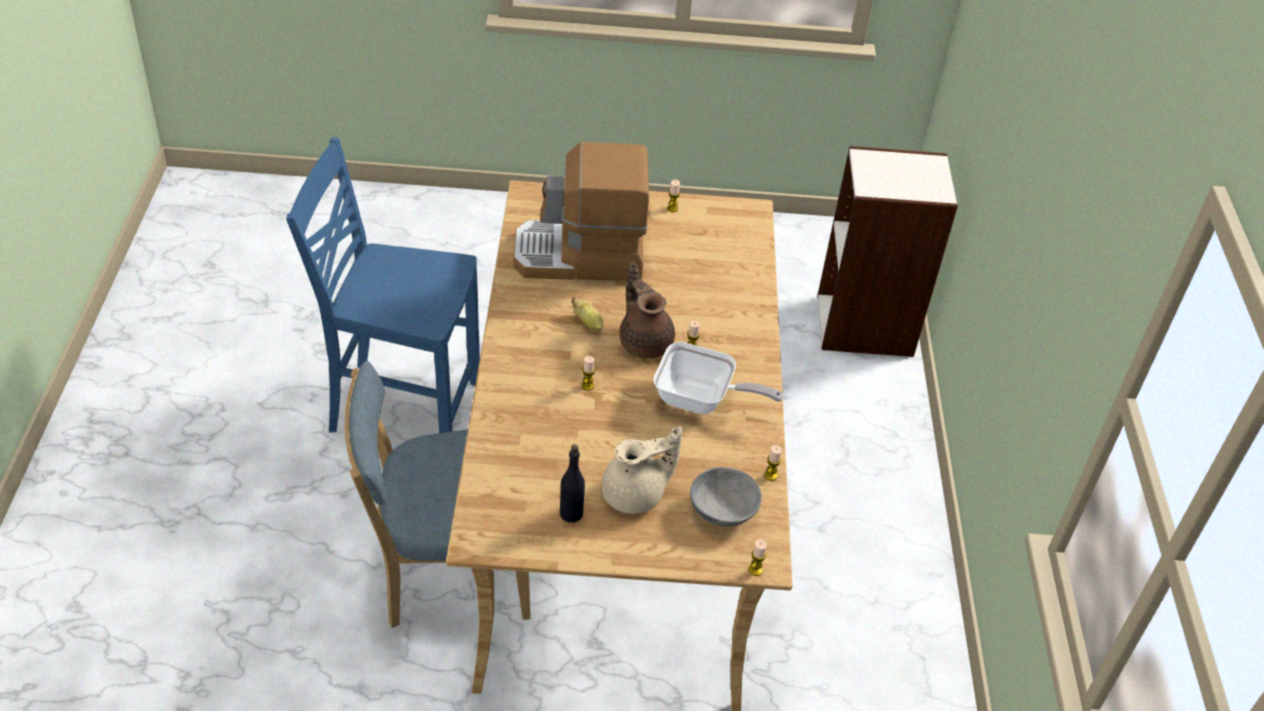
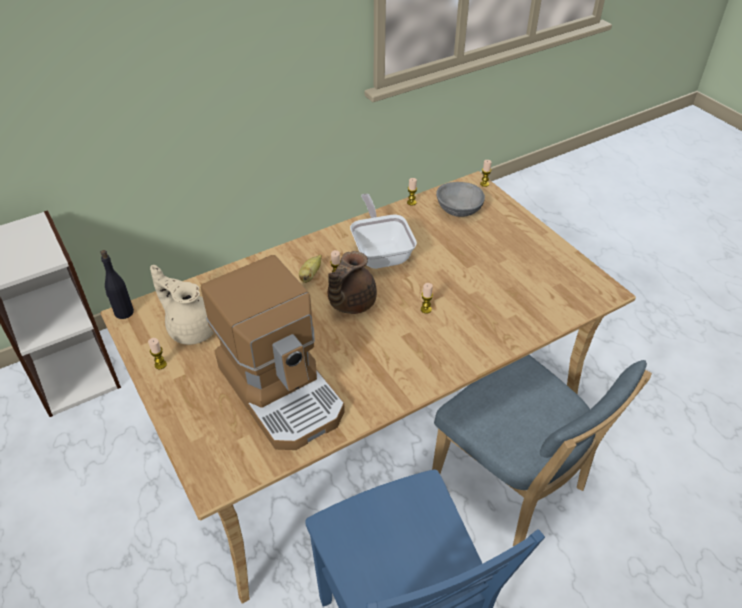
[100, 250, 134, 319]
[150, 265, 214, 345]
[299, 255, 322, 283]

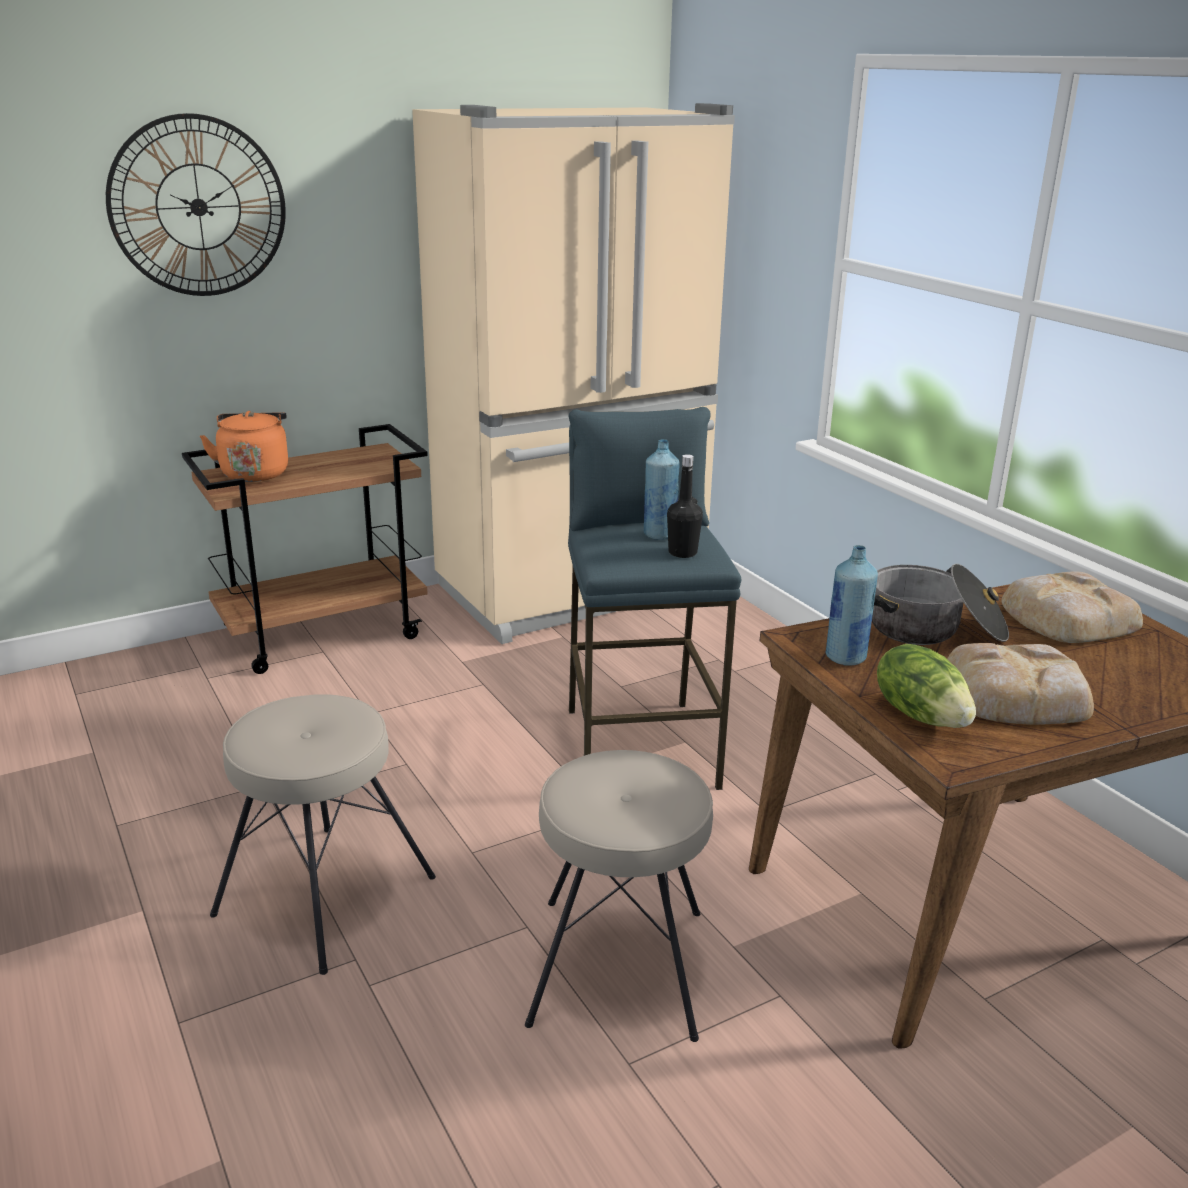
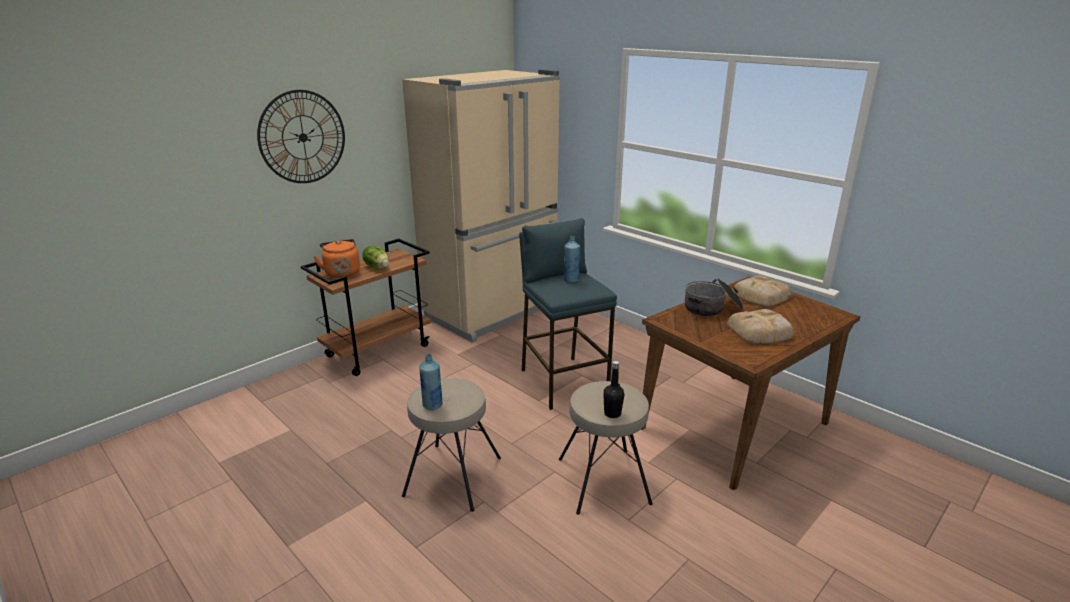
[362, 246, 389, 269]
[419, 354, 442, 410]
[603, 361, 625, 418]

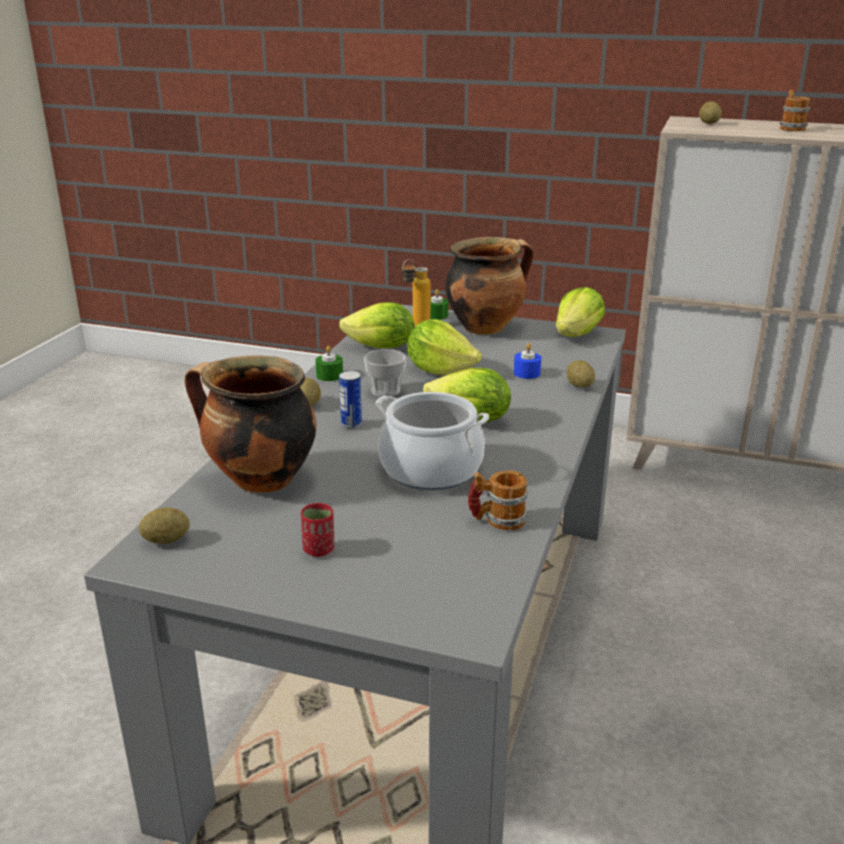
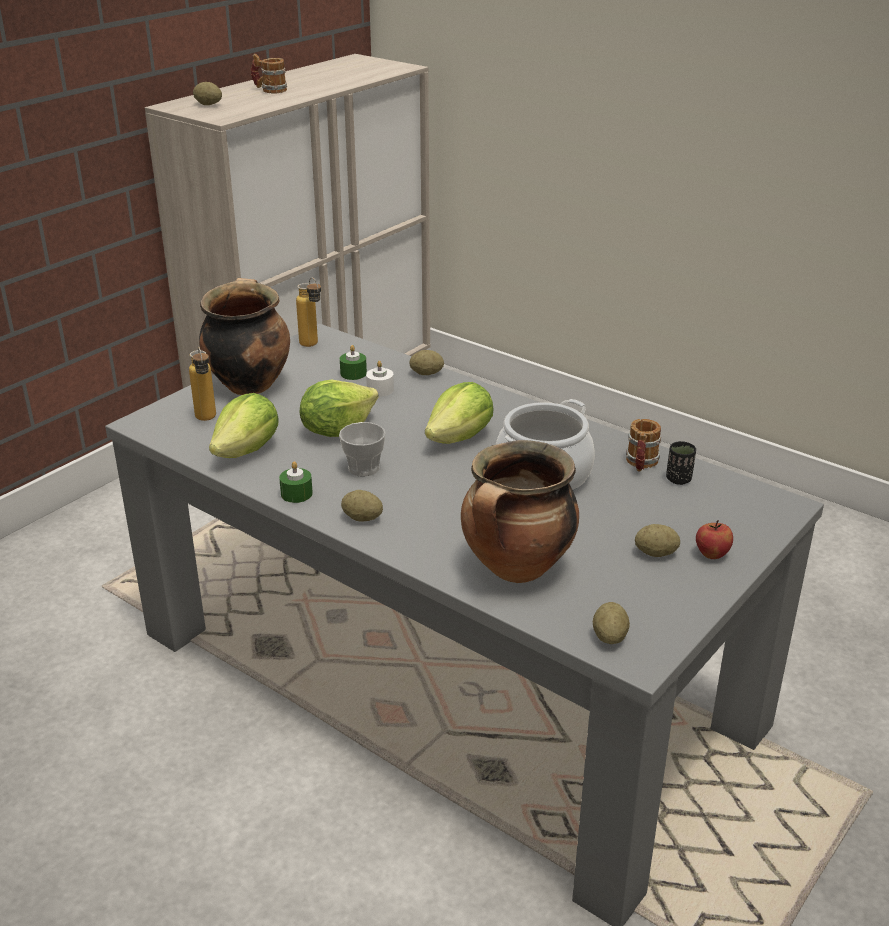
[296, 278, 321, 347]
[340, 345, 367, 380]
[366, 361, 394, 396]
[635, 524, 680, 557]
[666, 441, 696, 485]
[696, 520, 733, 559]
[339, 371, 362, 429] (first image)

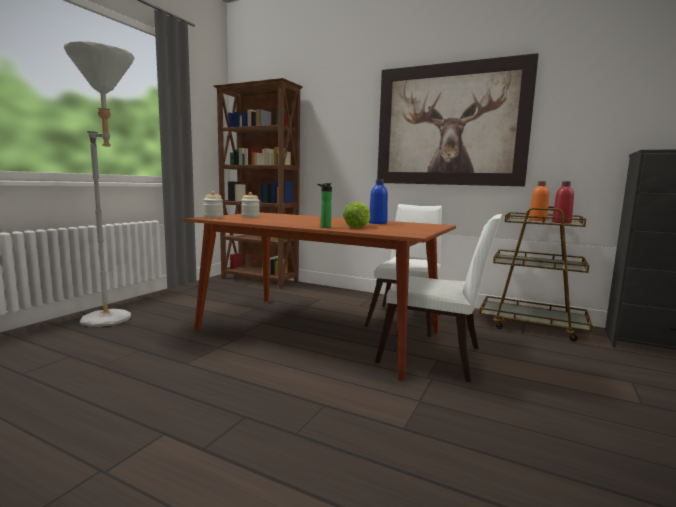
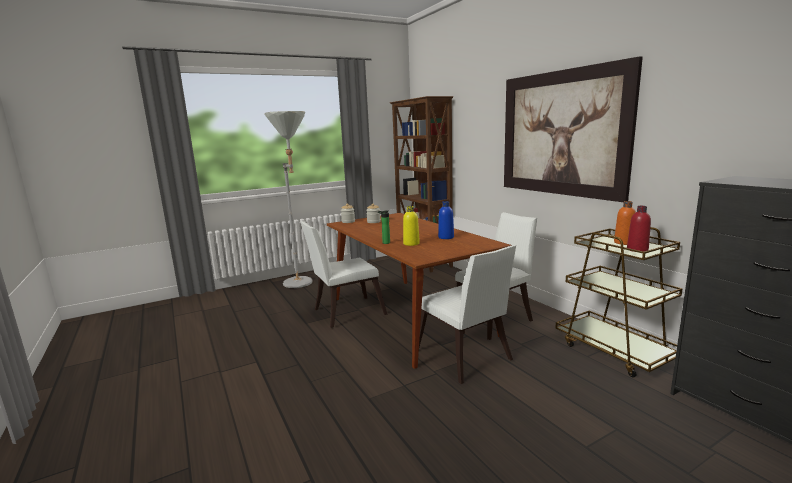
[300, 221, 388, 328]
[403, 206, 420, 246]

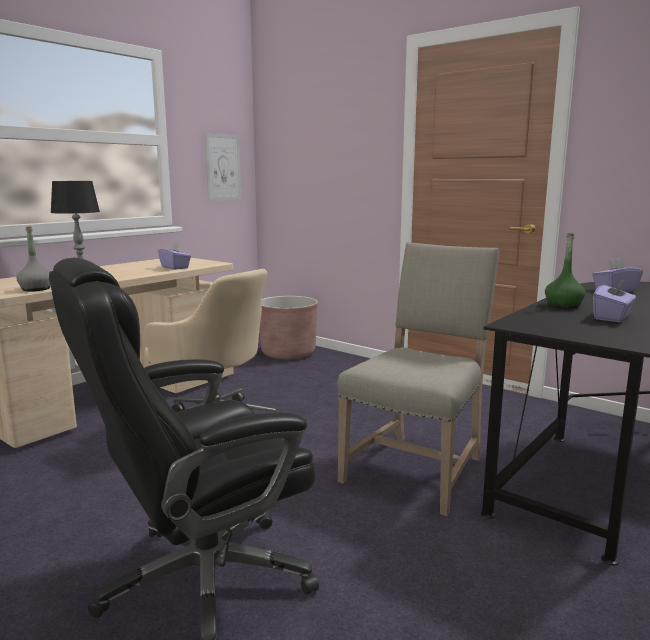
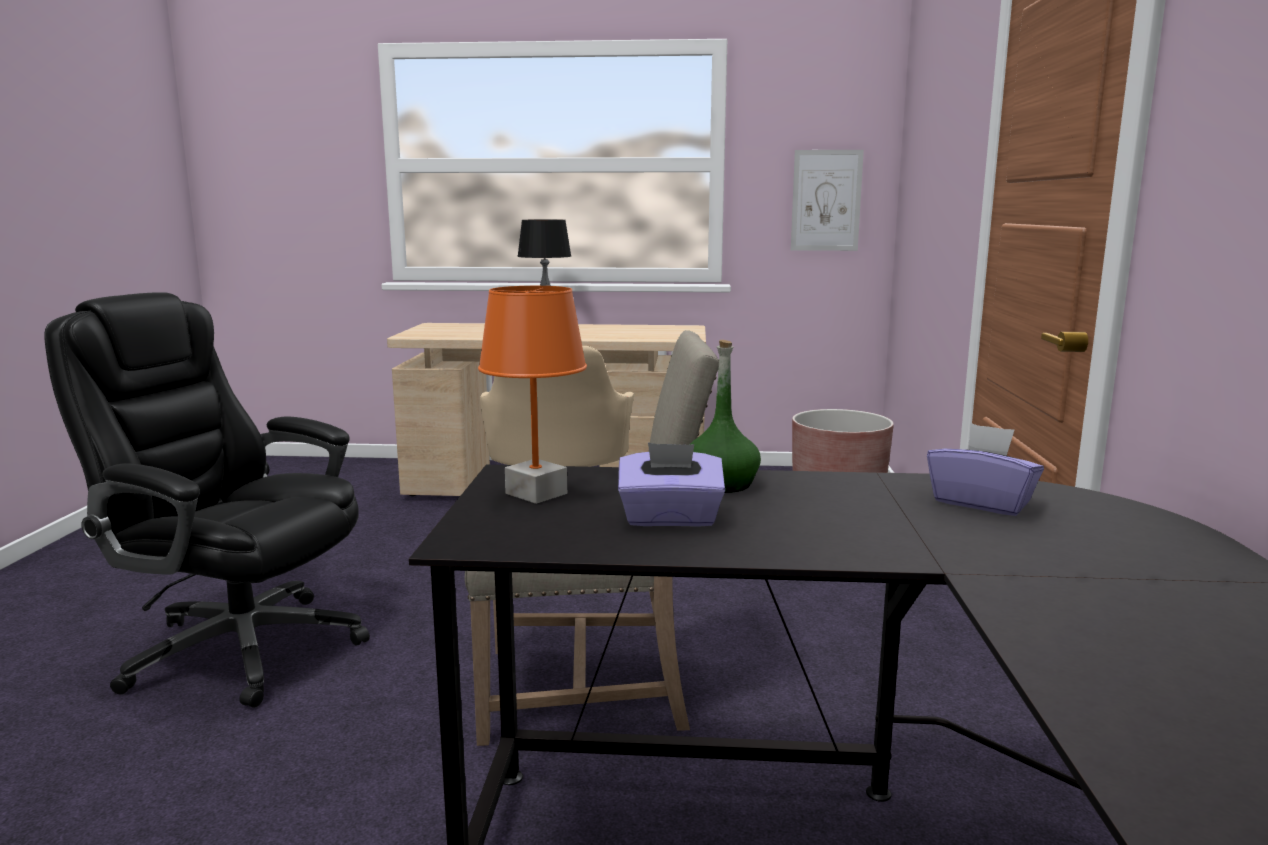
[478, 286, 587, 504]
[16, 226, 51, 292] (first image)
[158, 242, 191, 270] (first image)

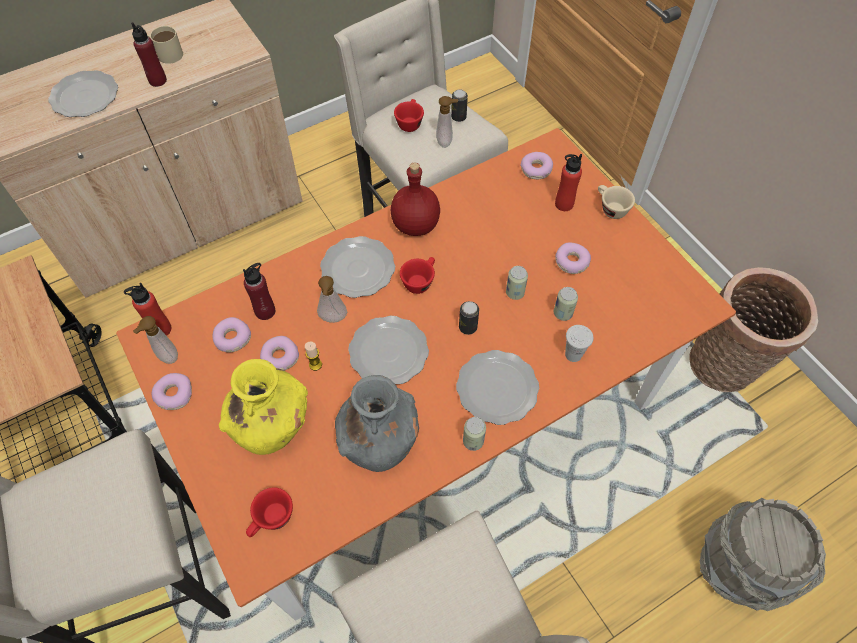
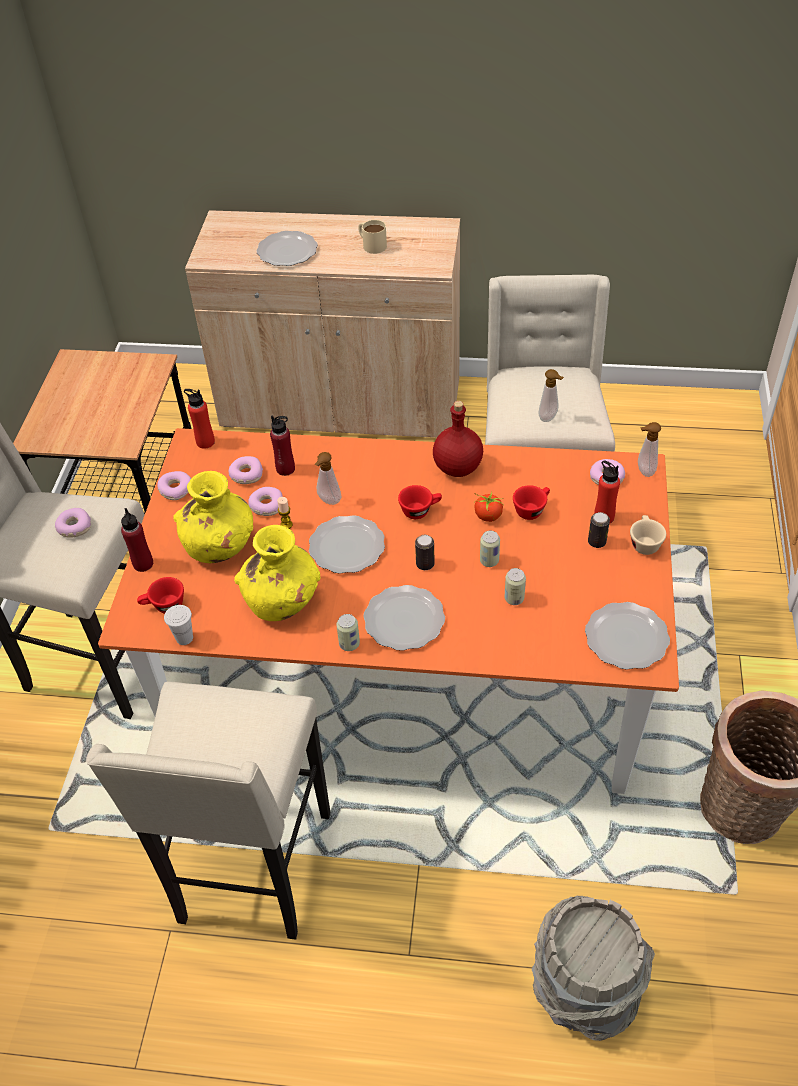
[55, 508, 91, 538]
[121, 508, 153, 572]
[164, 605, 193, 645]
[234, 525, 320, 621]
[474, 492, 503, 522]
[513, 485, 550, 520]
[585, 602, 670, 670]
[588, 512, 610, 548]
[638, 422, 661, 477]

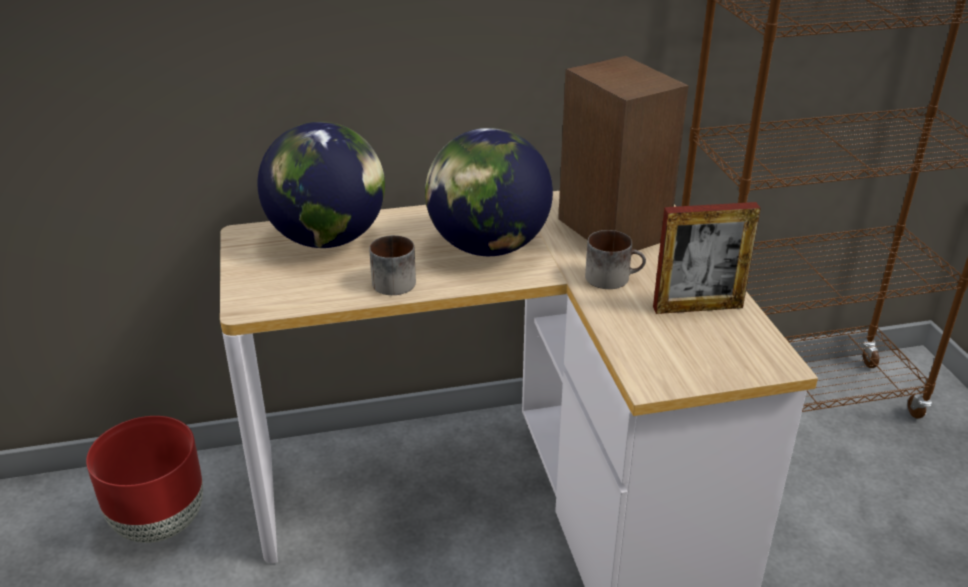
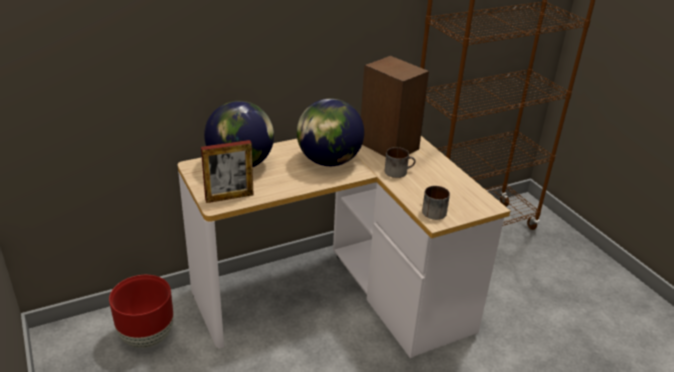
[201, 140, 254, 203]
[422, 186, 450, 220]

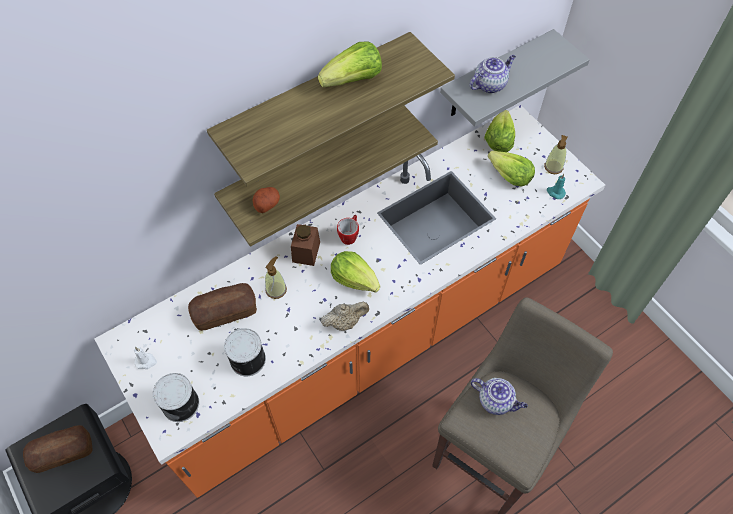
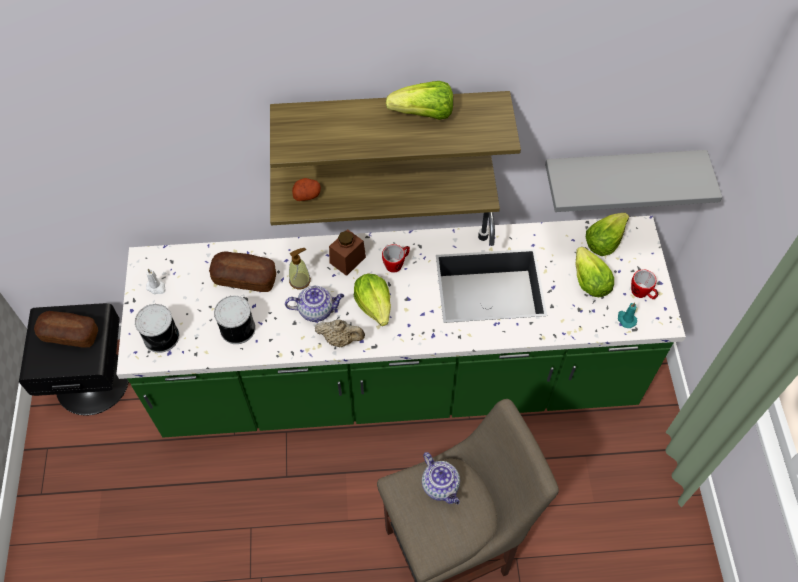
[116, 212, 686, 437]
[285, 286, 344, 322]
[631, 269, 658, 299]

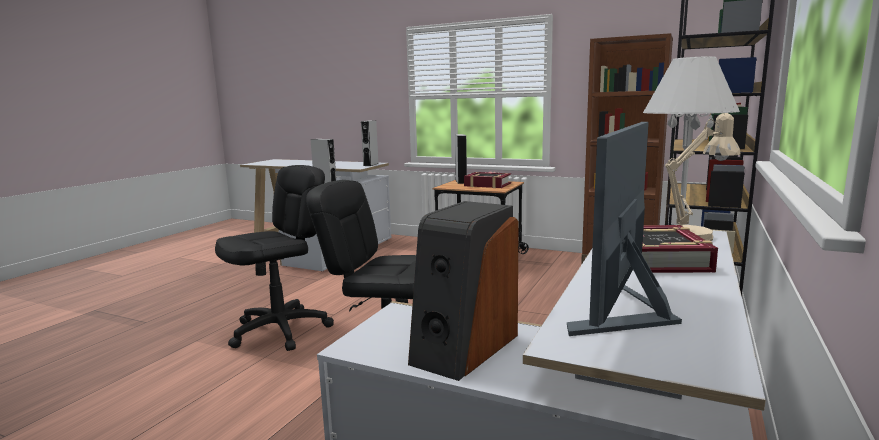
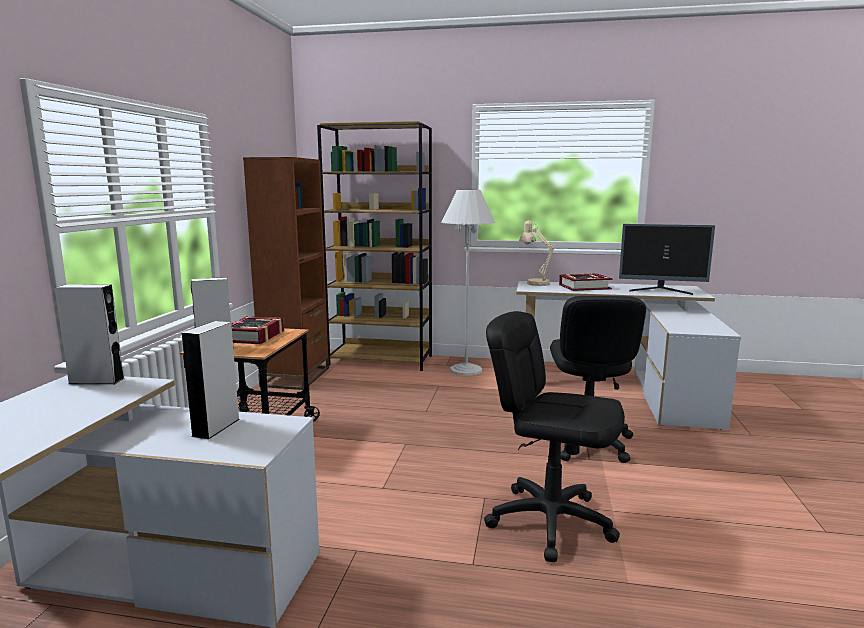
[408, 201, 519, 381] (first image)

